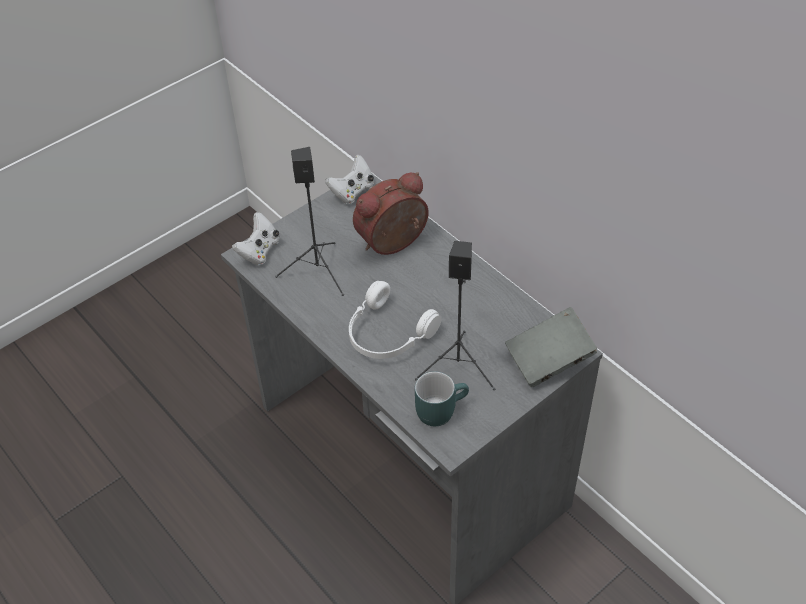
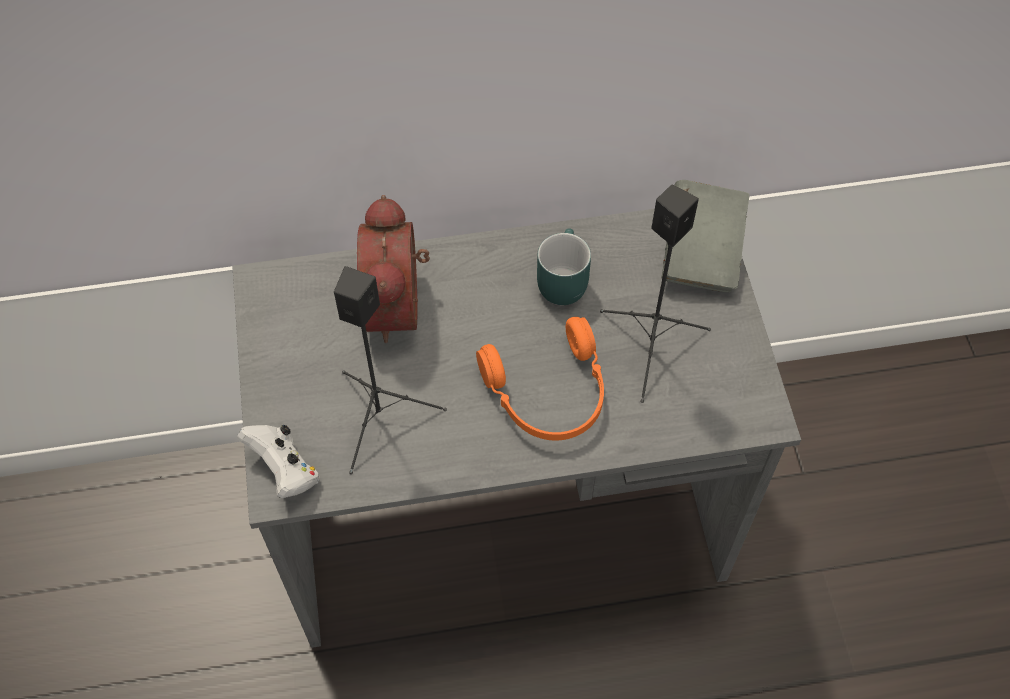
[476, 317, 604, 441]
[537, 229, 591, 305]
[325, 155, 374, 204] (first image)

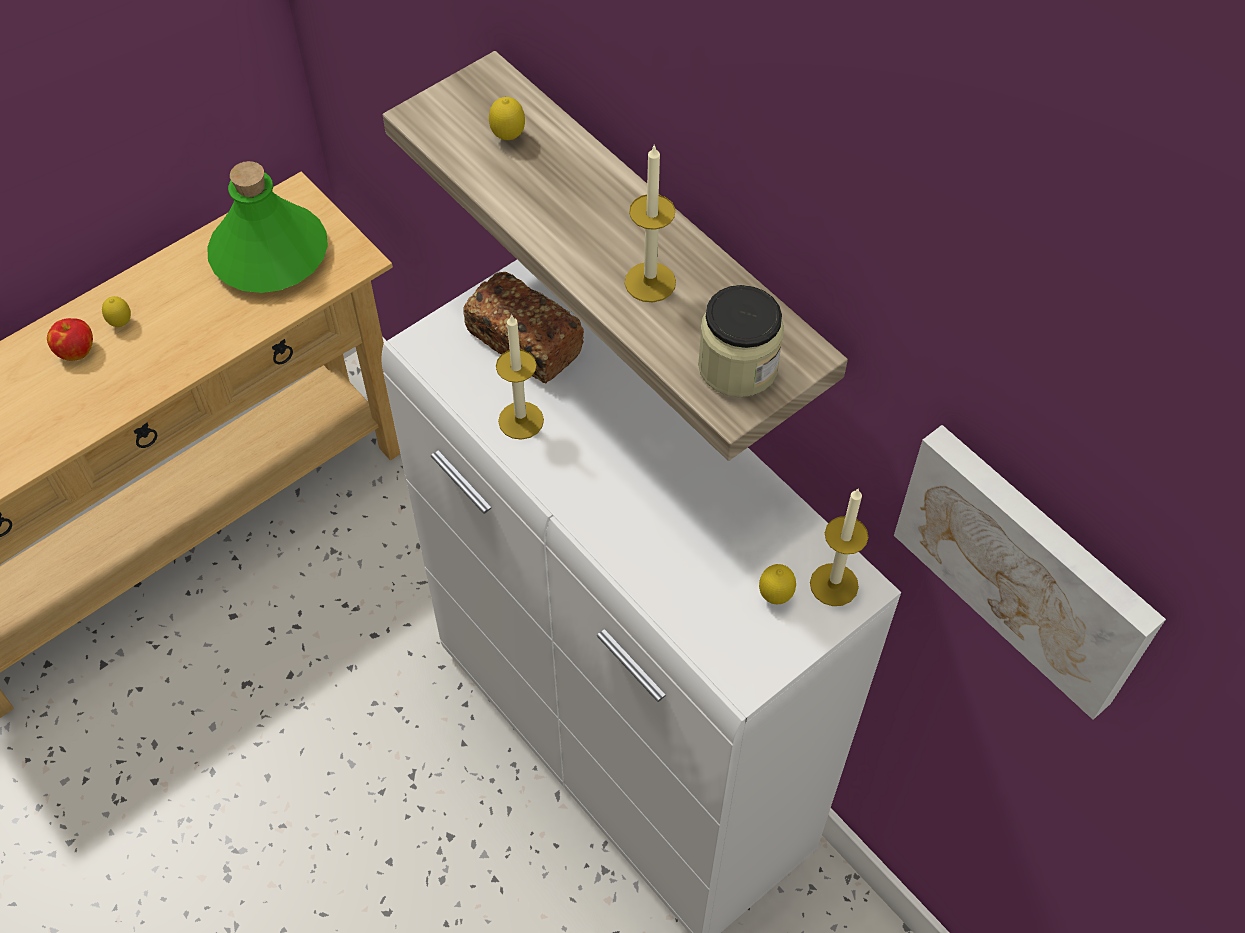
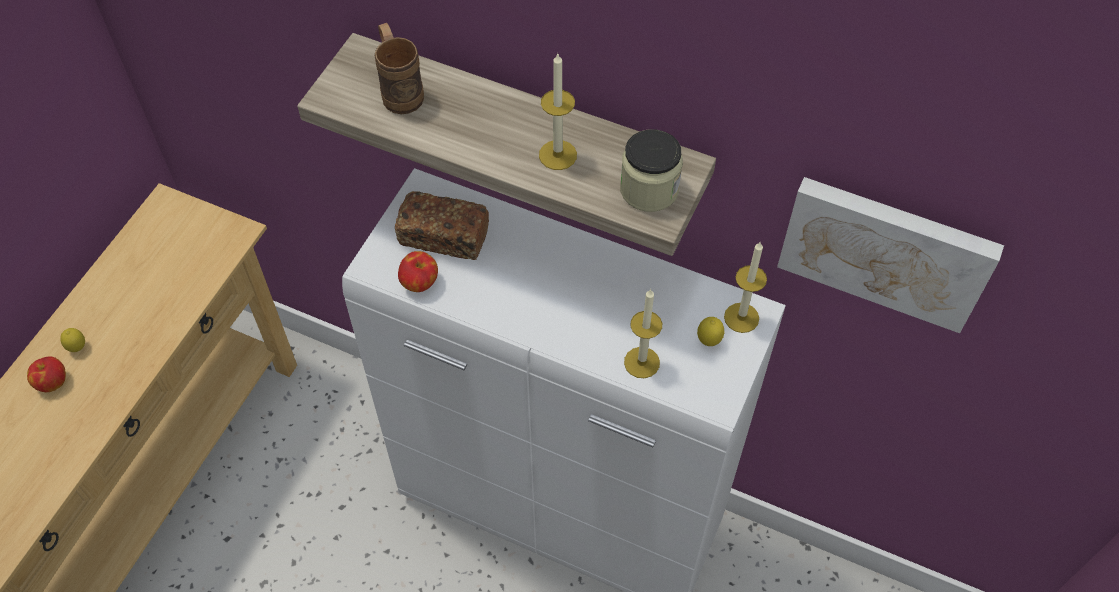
[375, 23, 424, 114]
[398, 251, 438, 292]
[624, 289, 662, 378]
[207, 161, 328, 293] (first image)

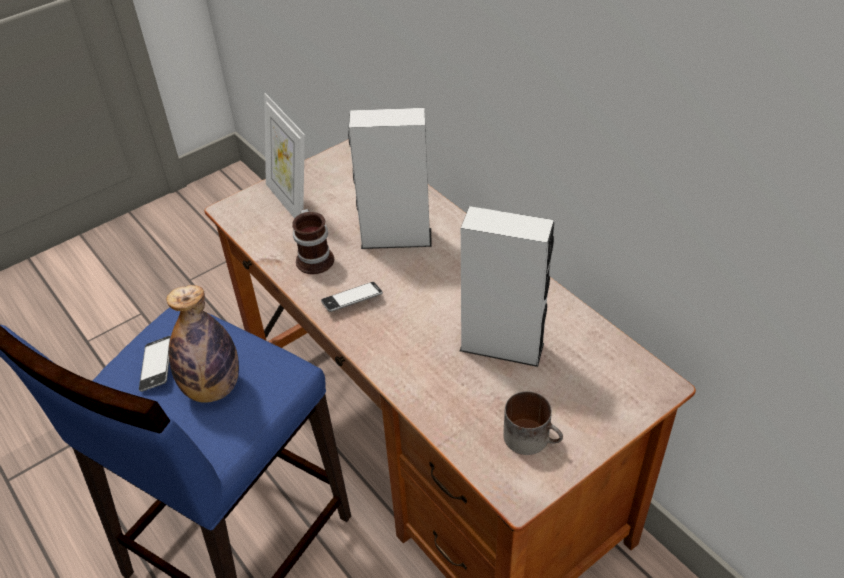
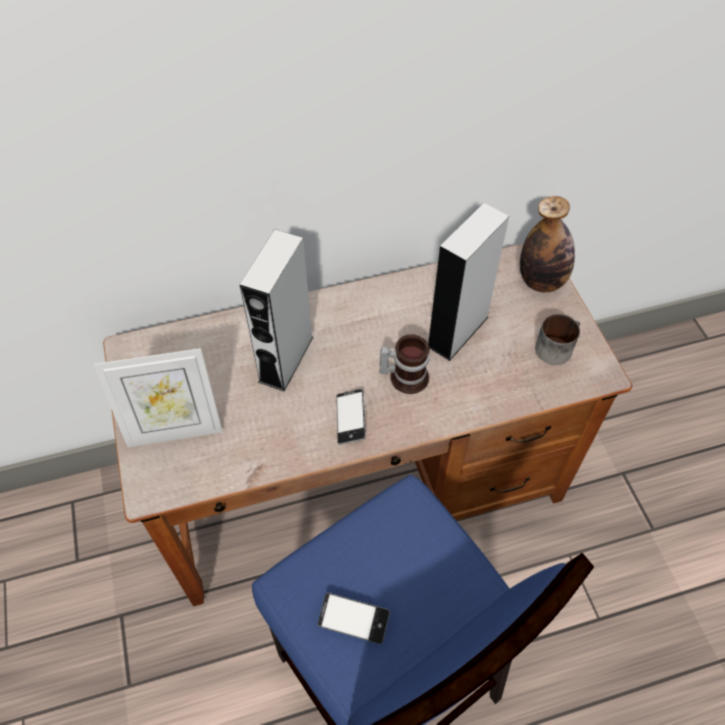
[380, 334, 430, 394]
[520, 196, 575, 292]

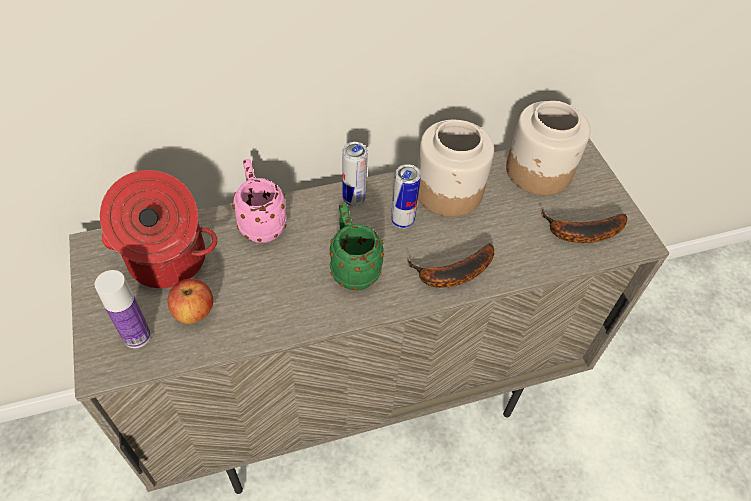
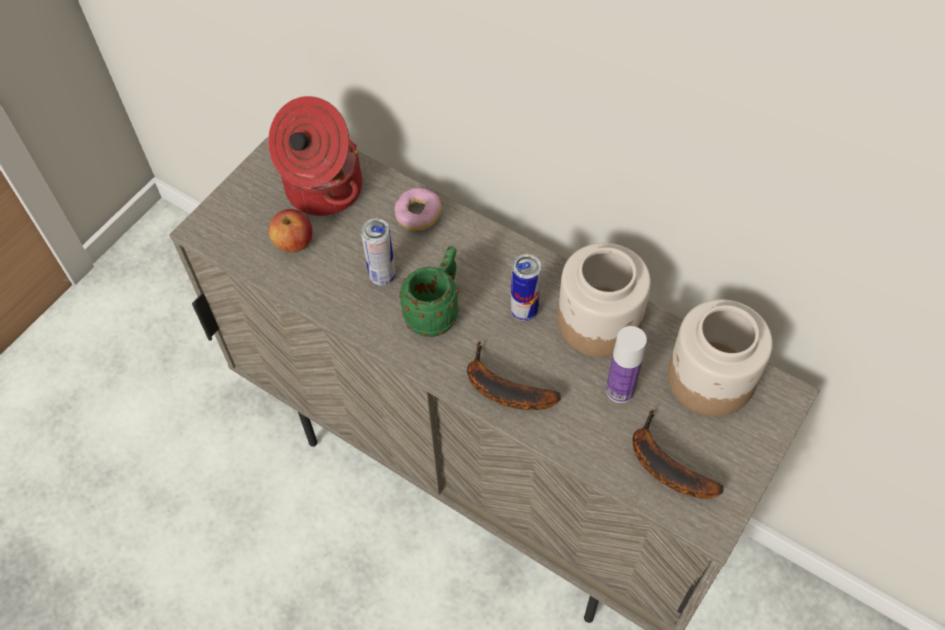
[361, 218, 396, 285]
[394, 187, 442, 231]
[606, 326, 647, 403]

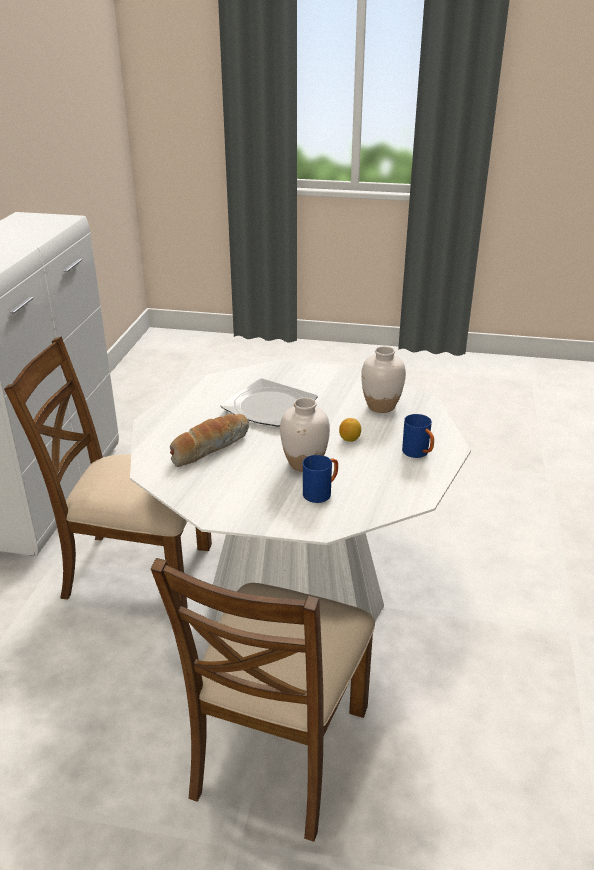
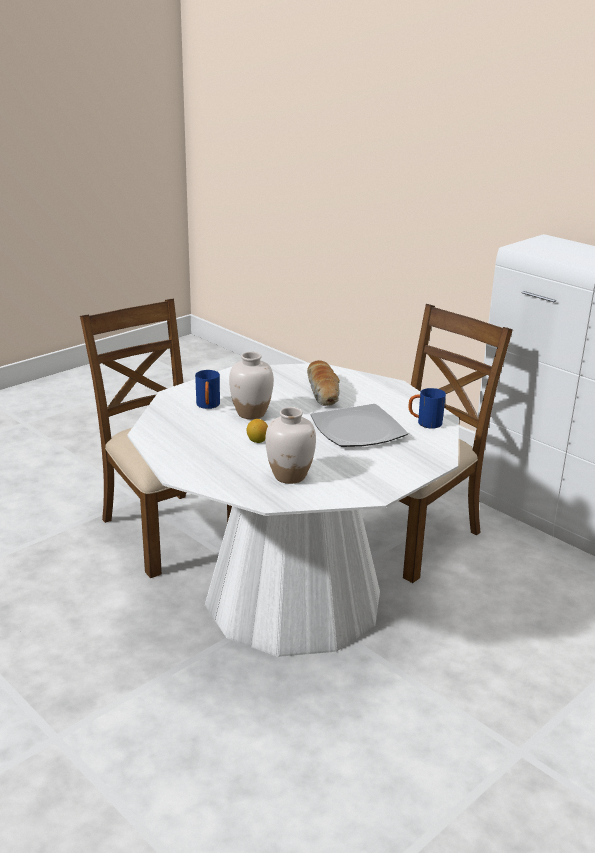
[408, 388, 446, 429]

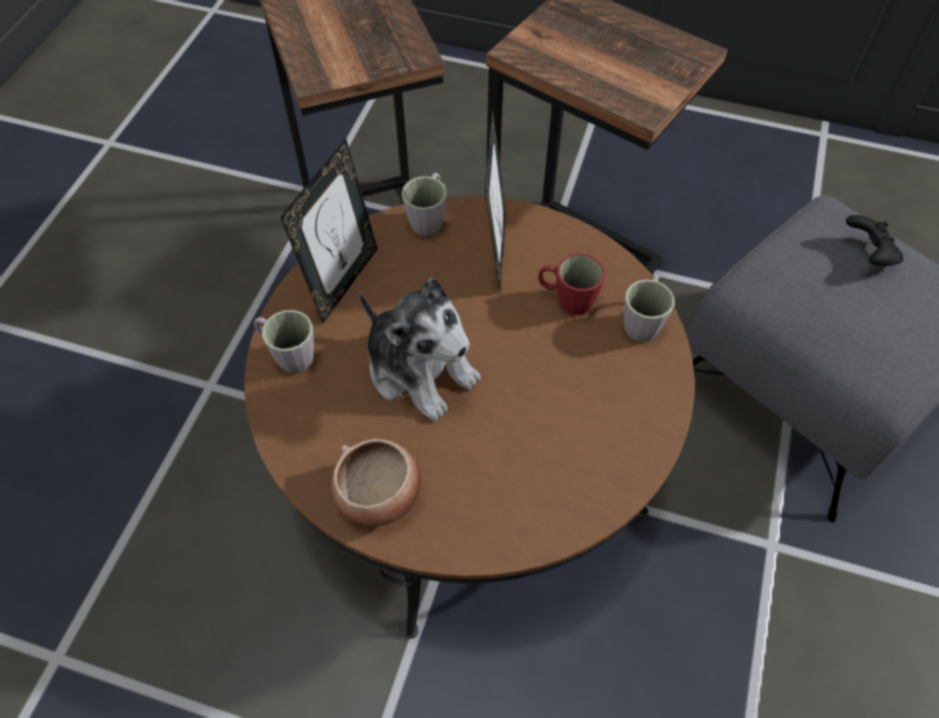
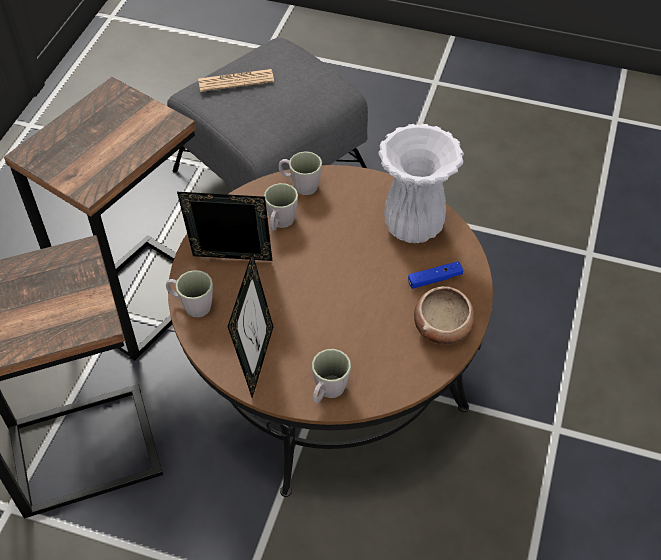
[198, 69, 274, 92]
[227, 252, 273, 398]
[264, 183, 298, 230]
[378, 123, 464, 243]
[408, 261, 463, 289]
[359, 278, 481, 422] (first image)

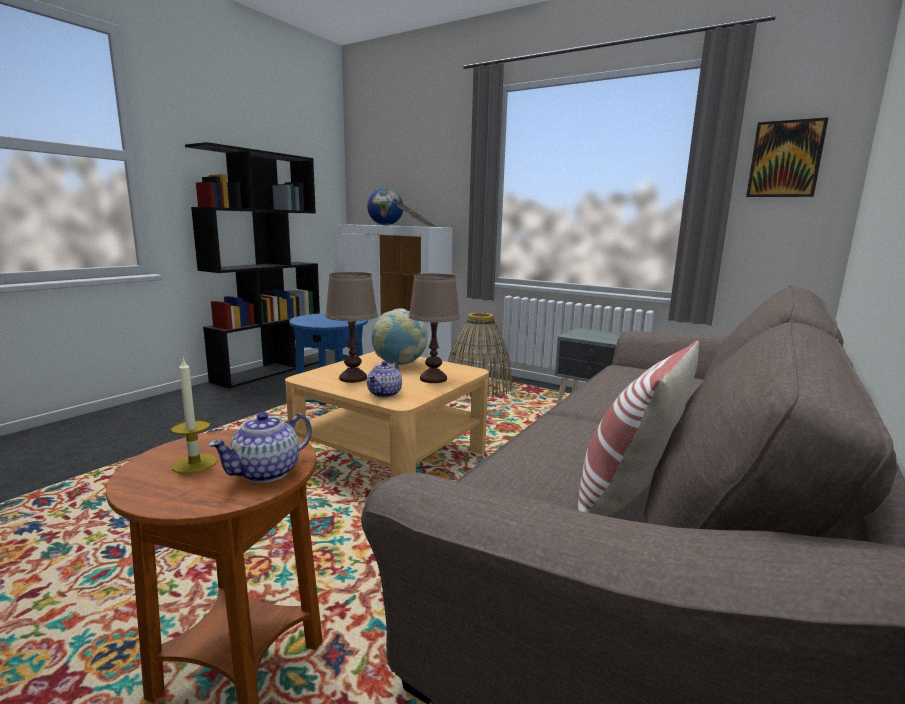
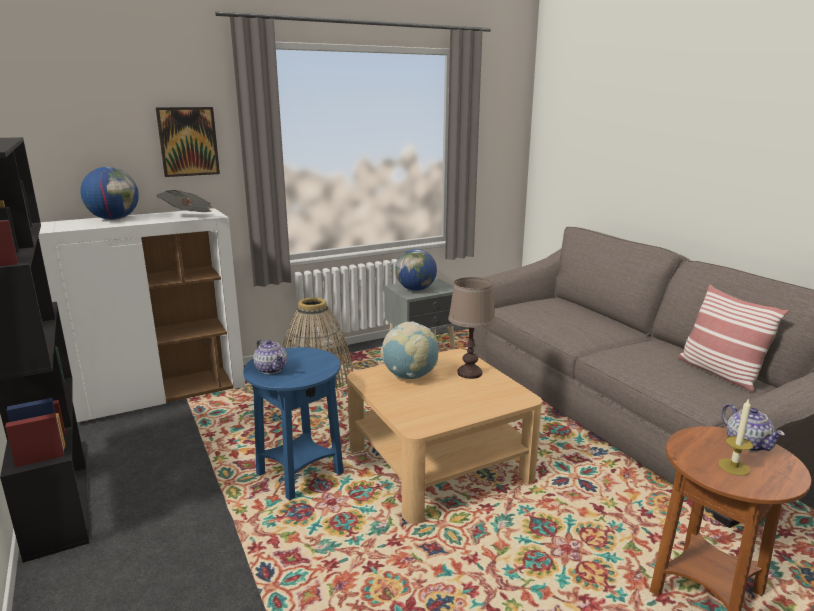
[156, 107, 220, 177]
[253, 340, 287, 374]
[395, 249, 437, 291]
[325, 272, 378, 383] (first image)

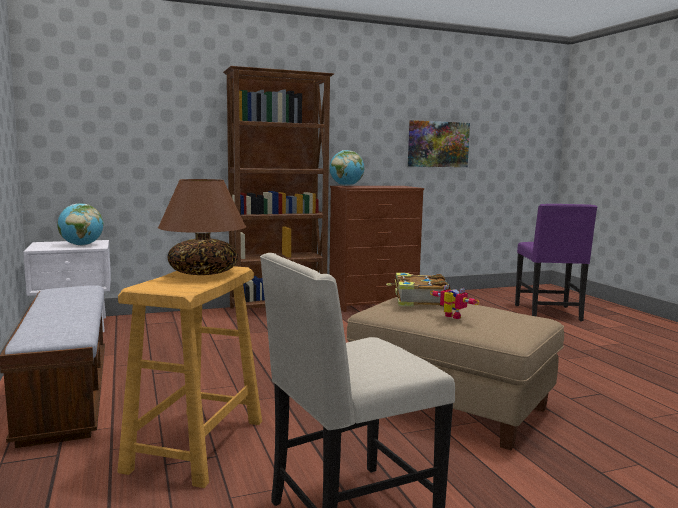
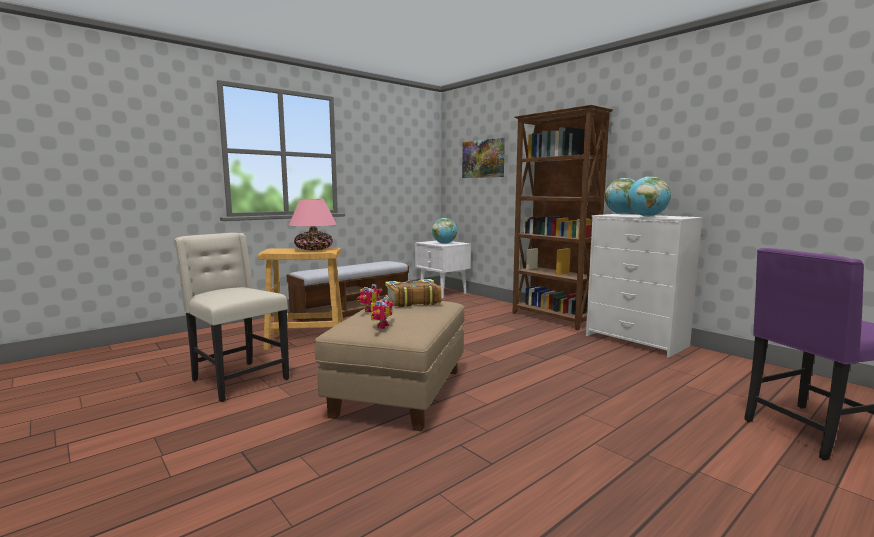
[289, 199, 336, 250]
[371, 297, 393, 329]
[462, 138, 505, 178]
[586, 214, 703, 358]
[628, 177, 671, 217]

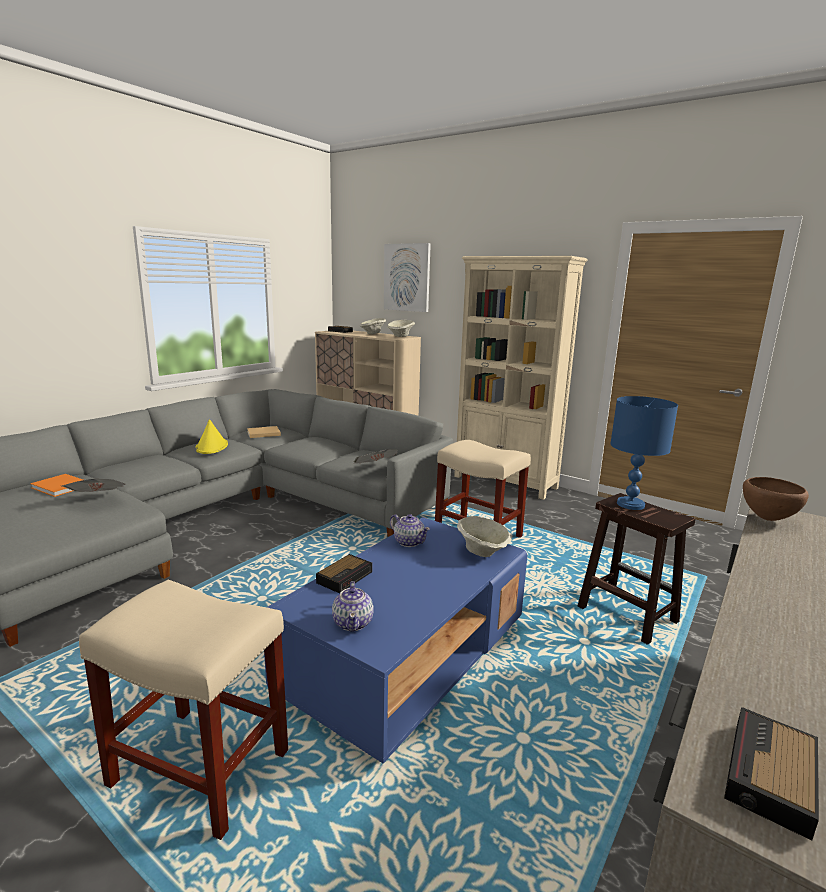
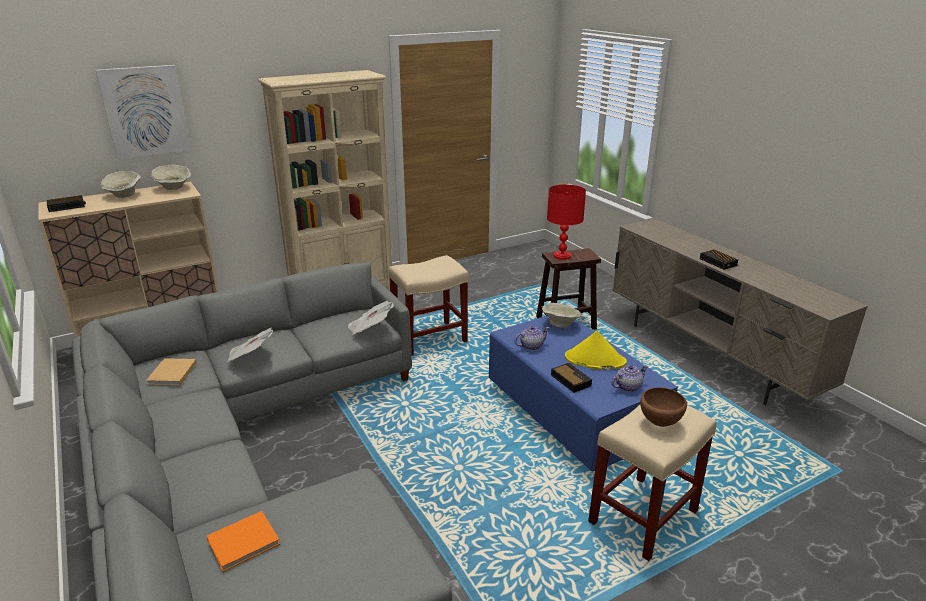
[227, 327, 273, 362]
[547, 185, 586, 260]
[565, 331, 627, 370]
[612, 365, 648, 392]
[640, 387, 687, 427]
[700, 249, 738, 270]

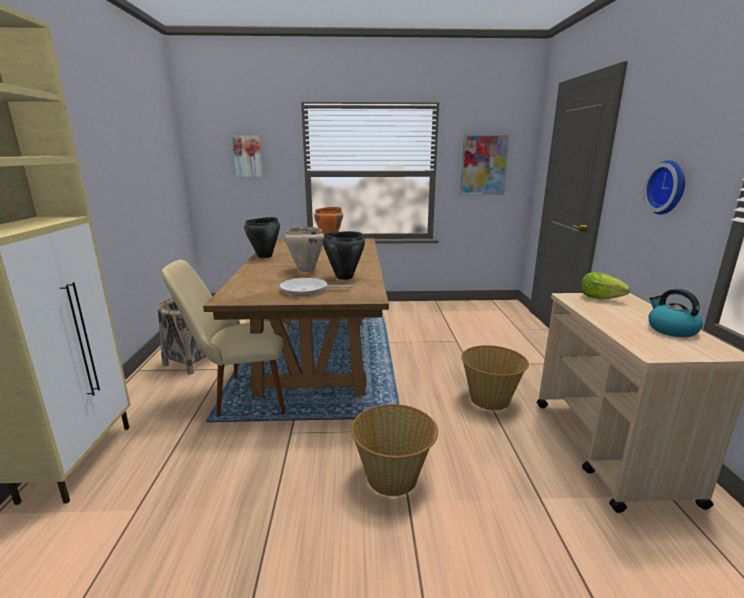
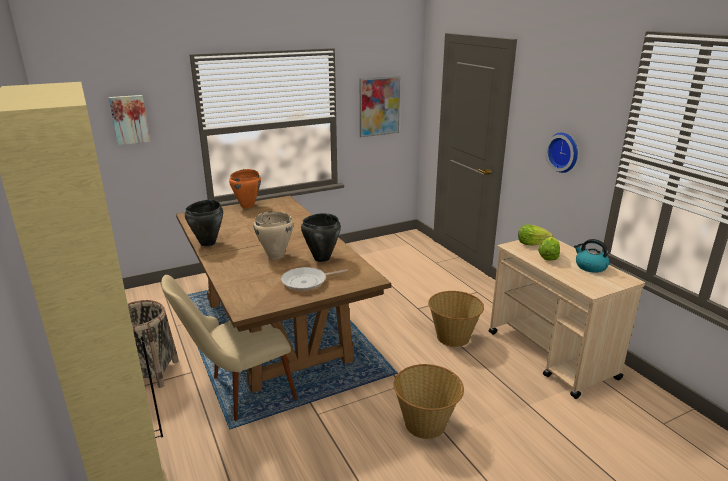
[538, 237, 560, 261]

